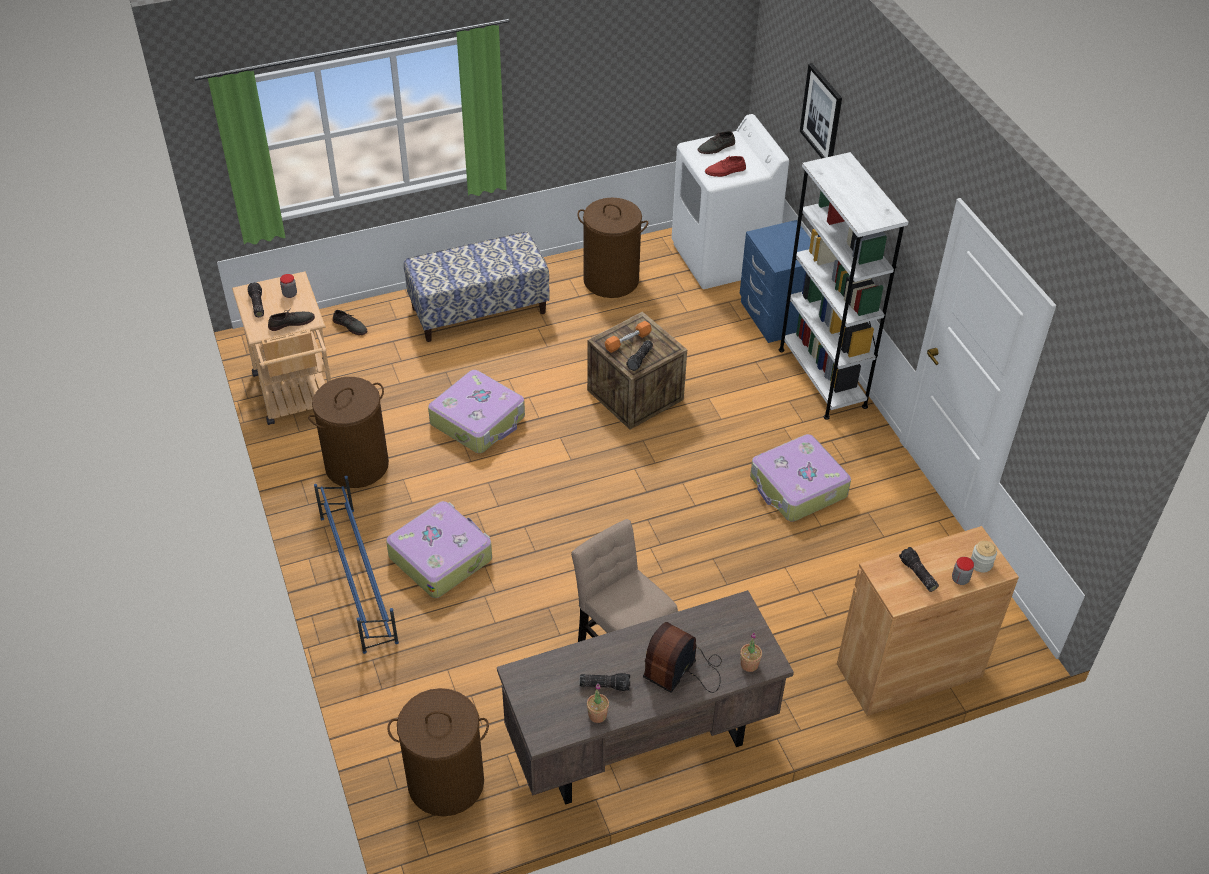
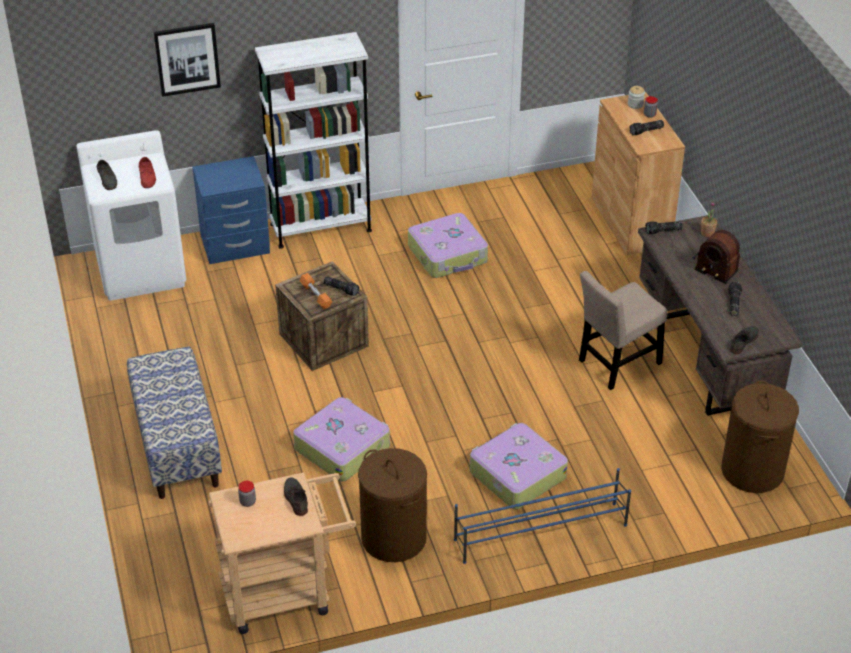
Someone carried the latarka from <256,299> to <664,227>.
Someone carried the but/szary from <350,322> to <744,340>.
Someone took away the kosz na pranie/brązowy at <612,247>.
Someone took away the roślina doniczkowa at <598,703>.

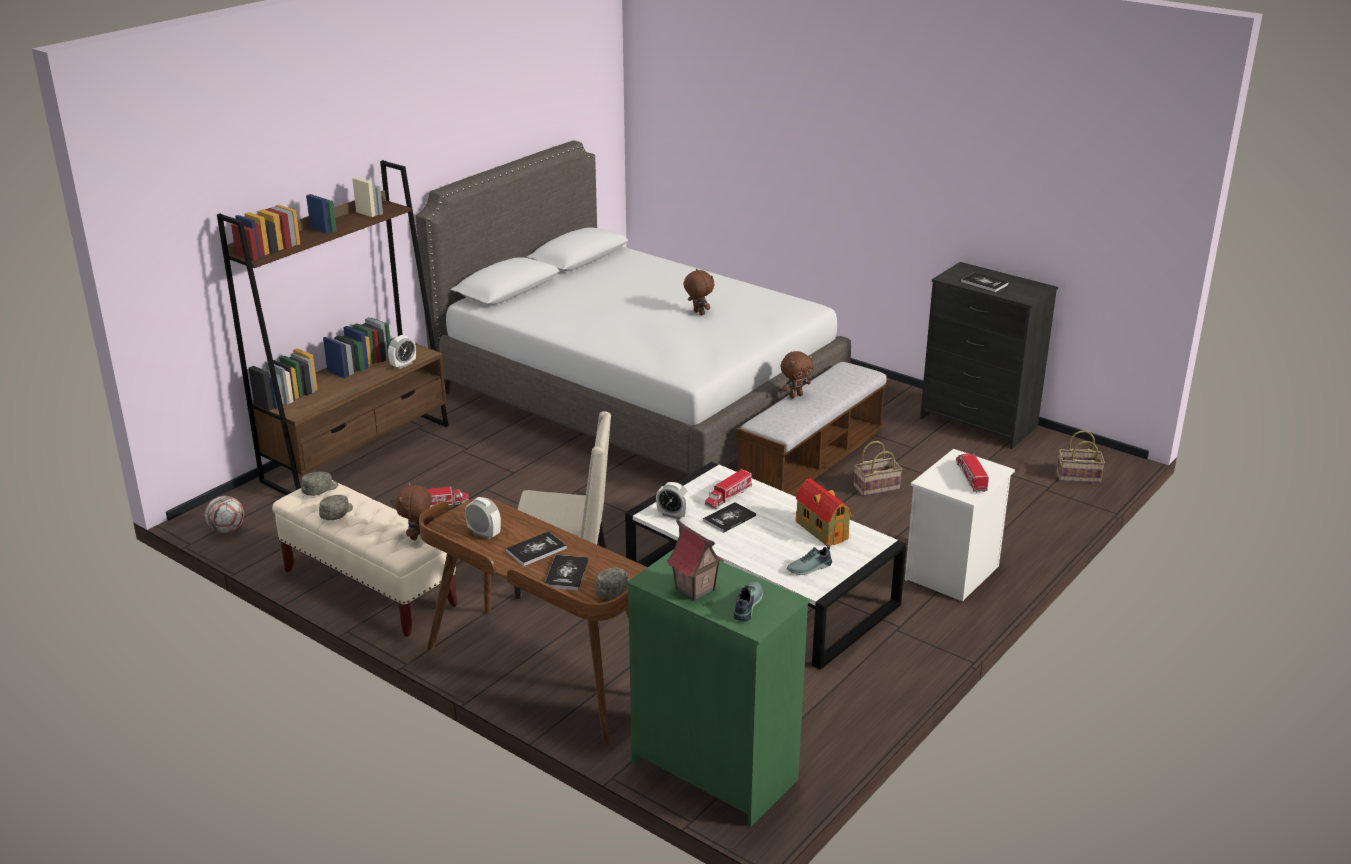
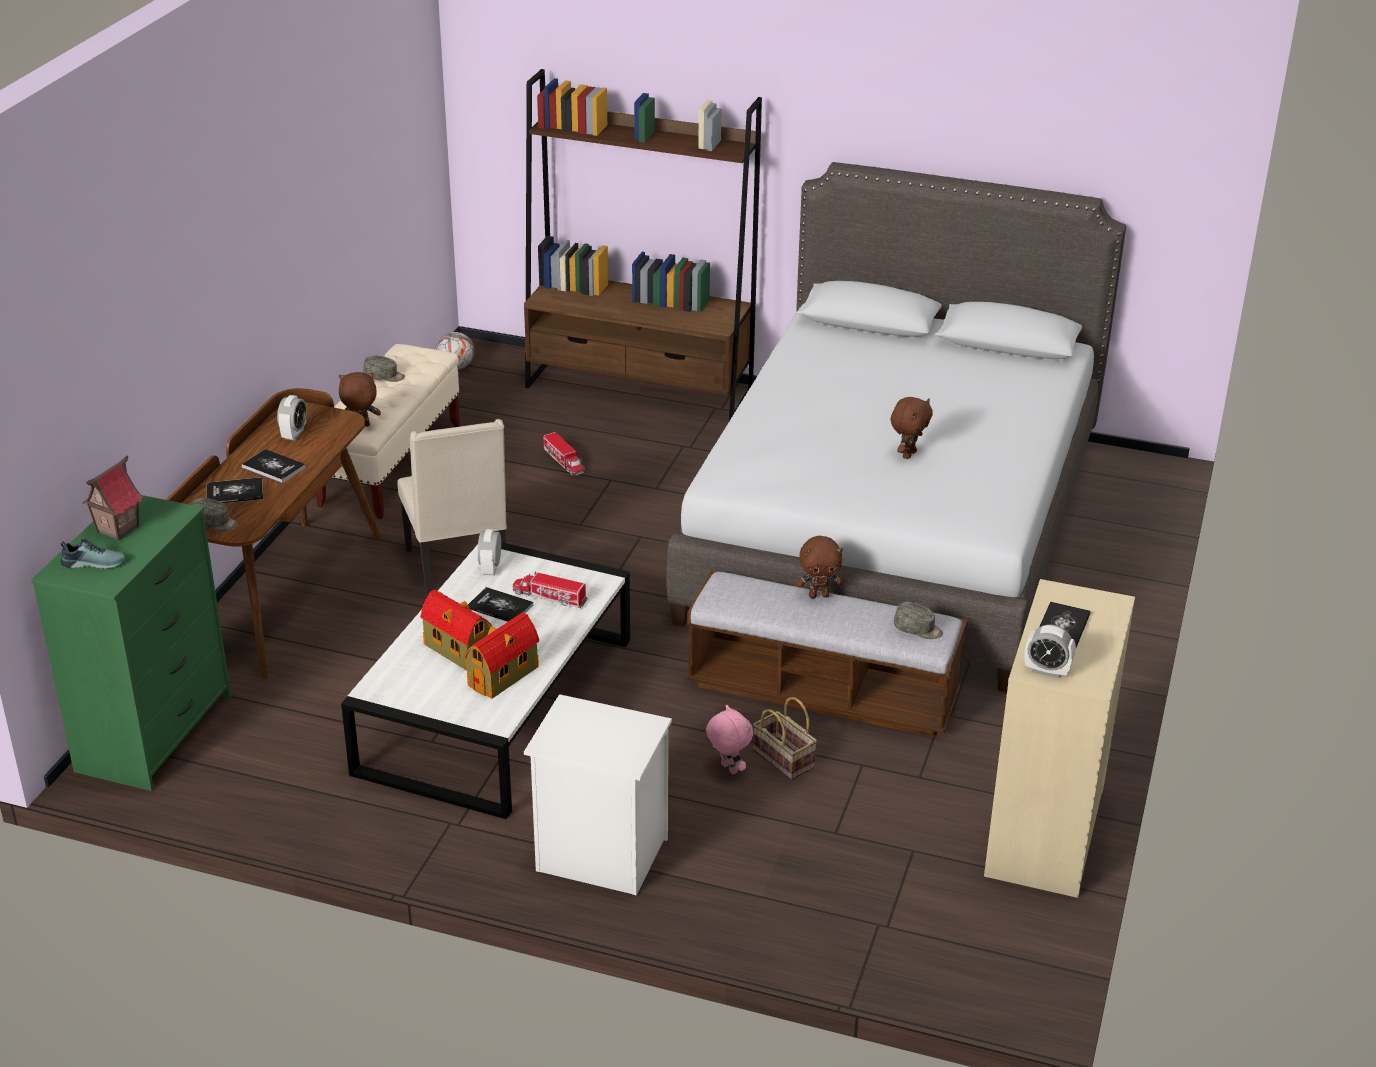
Someone put down the domek at <456,630>.
Someone put down the pluszak/różowy at <729,739>.
Someone rotated the pluszak/brązowy at <797,374> by 45 degrees counterclockwise.
Someone carried the czapka z daszkiem/szary from <320,484> to <918,620>.
Someone repainted the komoda/czarny at <989,355>, which became the komoda/beżowy at <1059,738>.
Someone carried the budzik from <402,352> to <1050,651>.
Someone took away the but at <809,560>.
Someone took away the ciężarówka zabawkowa at <972,473>.
Someone took away the koszyk at <1081,457>.

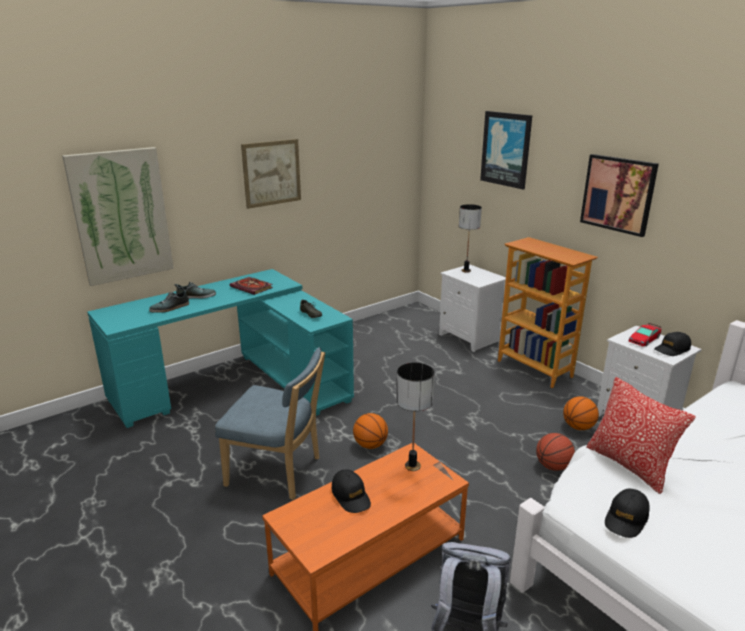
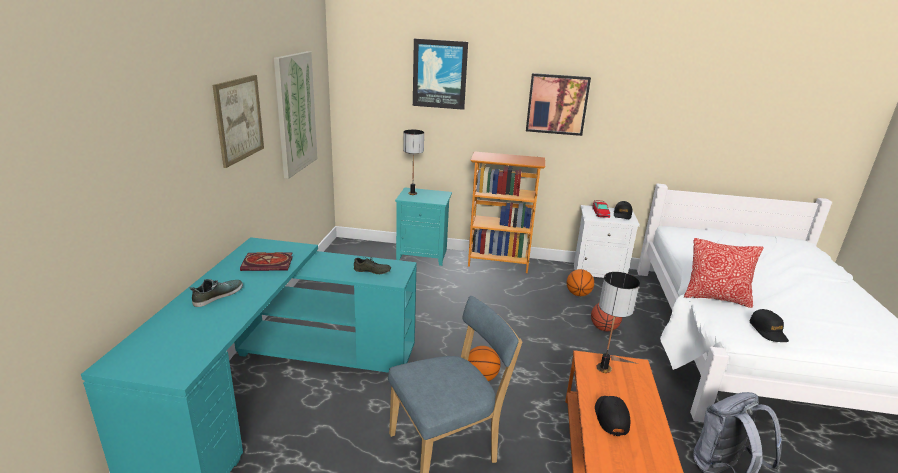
Someone carried the obraz from <118,216> to <296,115>.
Someone repainted the szafka nocna/biały at <472,308>, which became the szafka nocna/turkusowy at <423,226>.
Someone rotated the czapka z daszkiem/czarny at <351,491> by 105 degrees counterclockwise.
Someone took away the but at <169,301>.

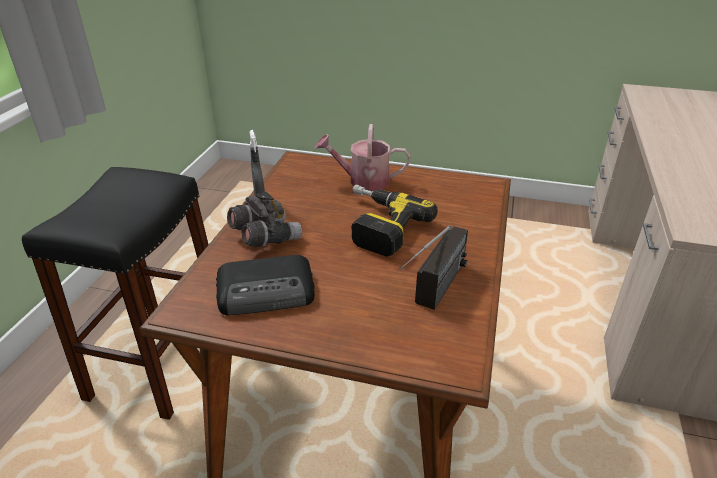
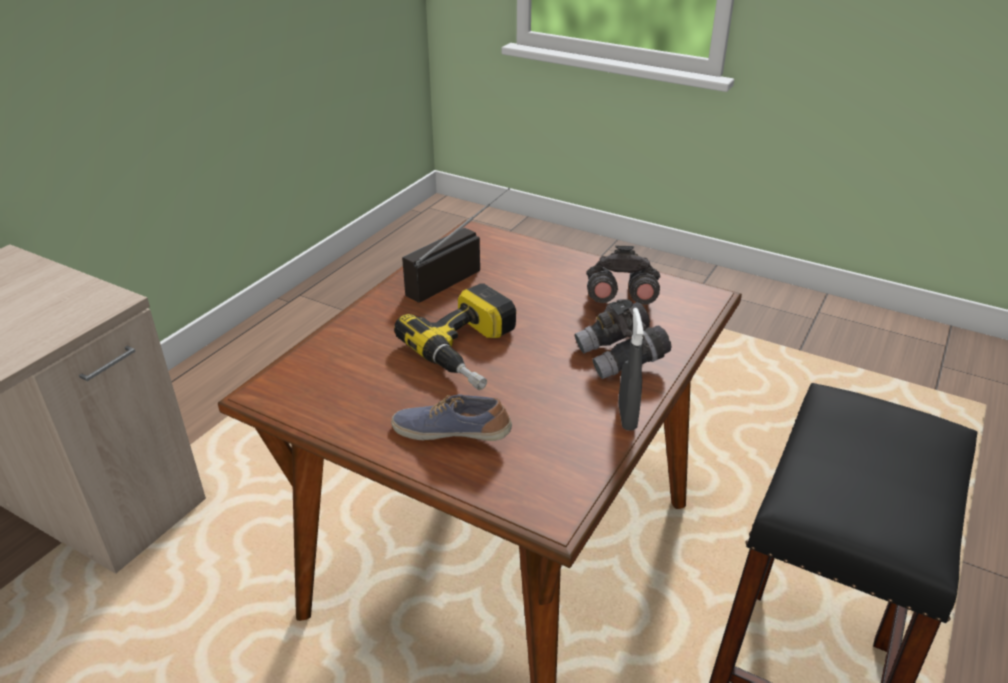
Someone swapped the konewka at <363,157> for the but at <451,417>.
Someone swapped the radio at <265,285> for the lornetka/szary at <623,275>.

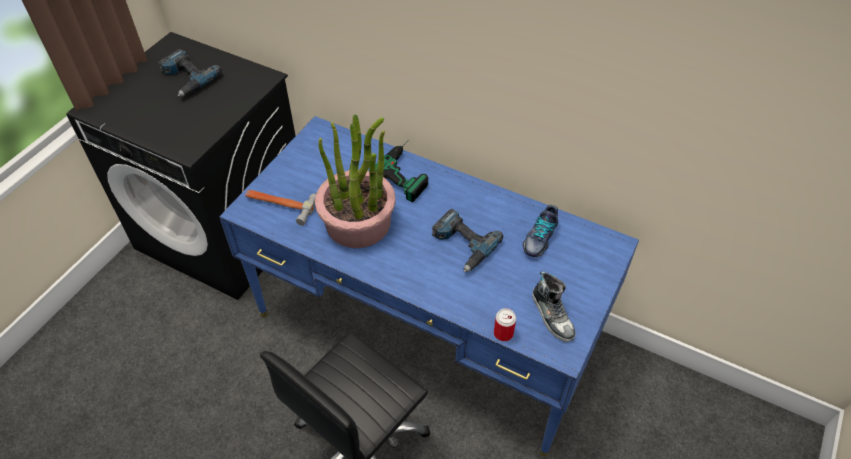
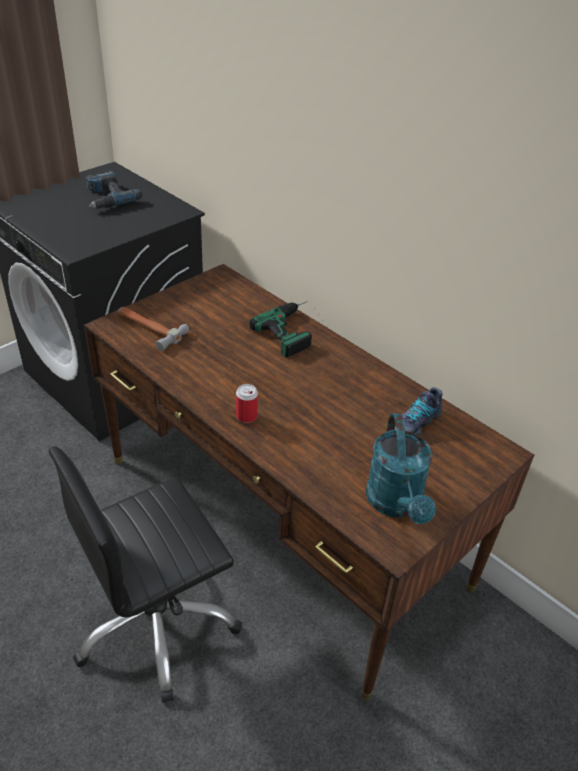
Someone repainted the biurko/niebieski at <429,286>, which became the biurko/brązowy at <309,482>.
Someone carried the puszka from <505,324> to <247,403>.
Someone swapped the but at <554,306> for the konewka/turkusowy at <401,468>.
Someone took away the roślina doniczkowa at <355,181>.
Someone took away the wiertarka at <467,240>.

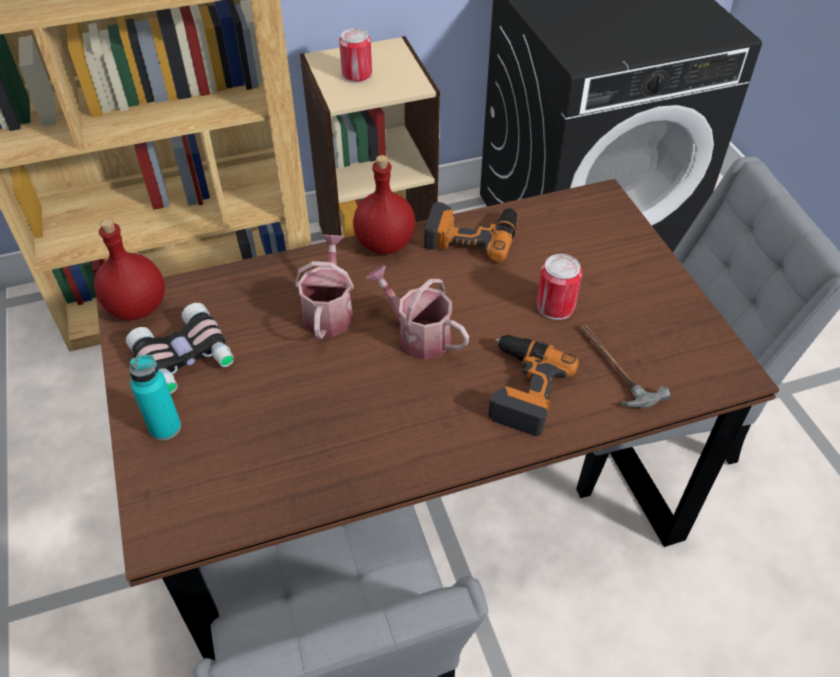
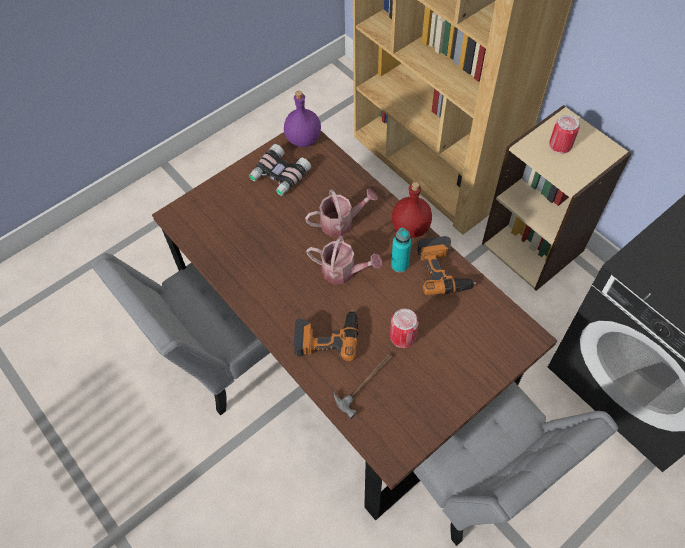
Someone repainted the butelka/czerwony at <129,269>, which became the butelka/fioletowy at <302,119>.
Someone rotated the konewka at <417,312> by 90 degrees clockwise.
Someone carried the butelka/turkusowy from <155,398> to <401,250>.

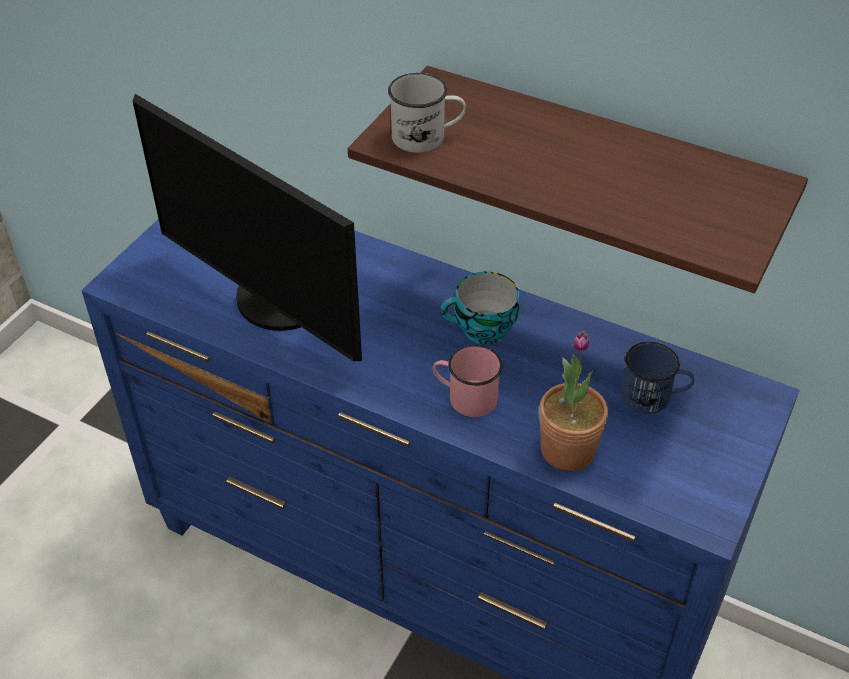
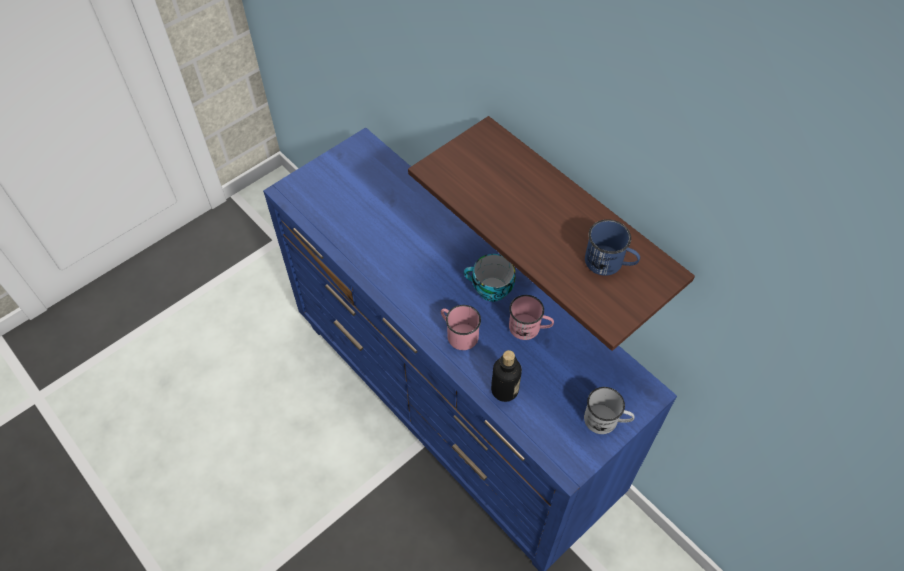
Someone swapped the roślina doniczkowa at <573,400> for the butelka at <506,376>.
Someone put down the kubek/różowy at <531,317>.
Someone carried the kubek/biały from <427,113> to <609,410>.
Someone carried the kubek/niebieski from <657,378> to <612,247>.
Someone took away the monitor at <247,227>.

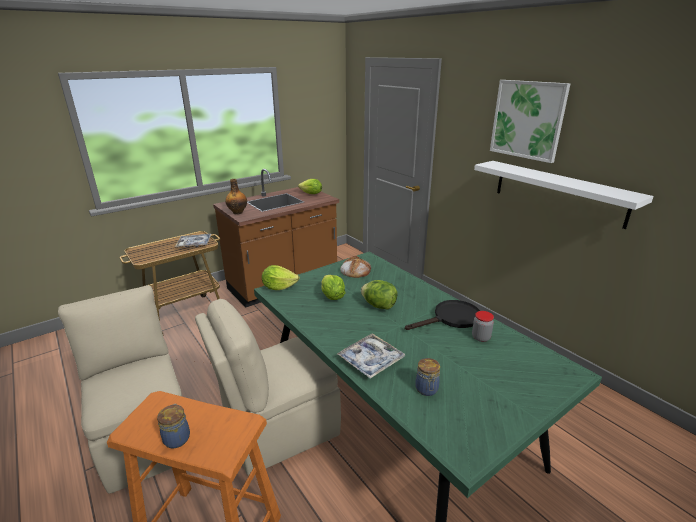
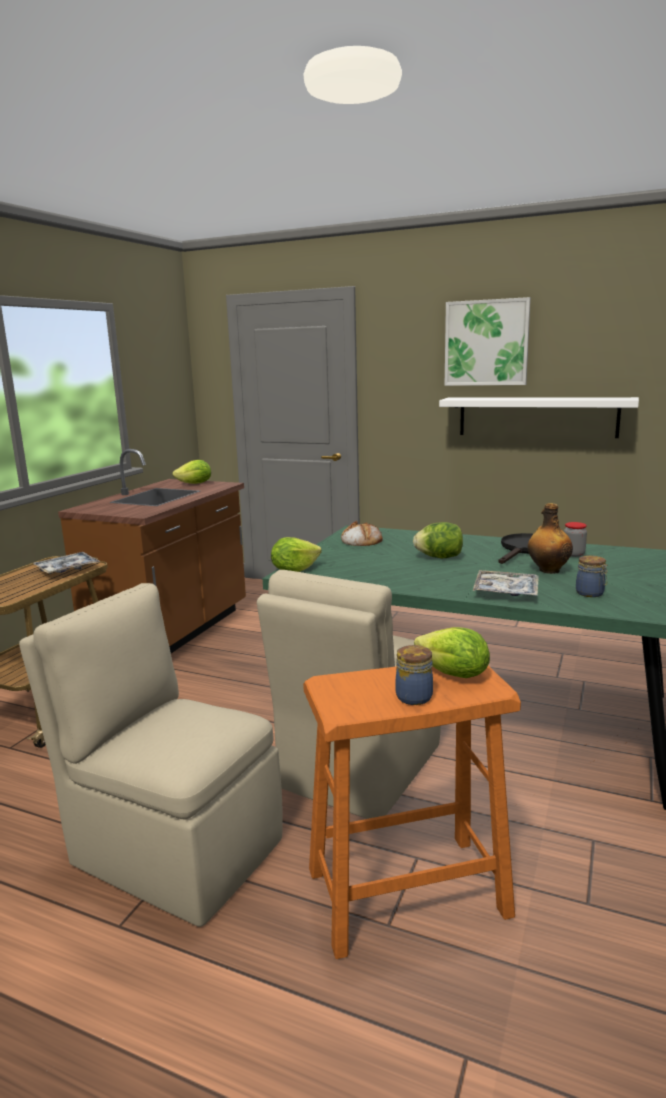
Someone carried the sałata from <333,287> to <452,652>.
Someone carried the butelka from <236,197> to <550,538>.

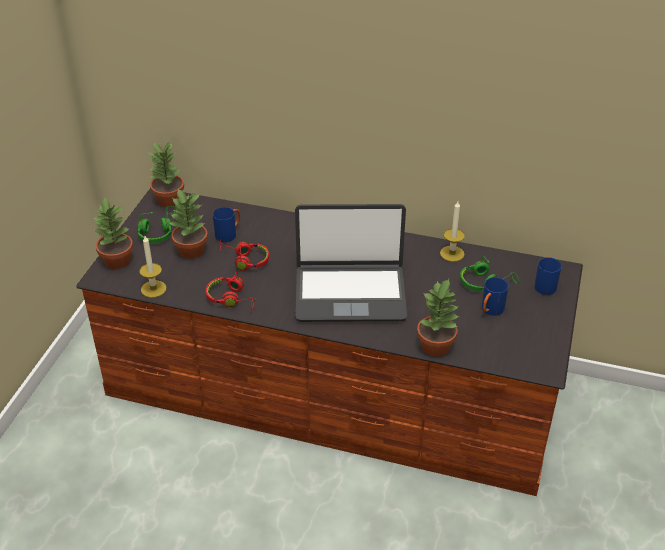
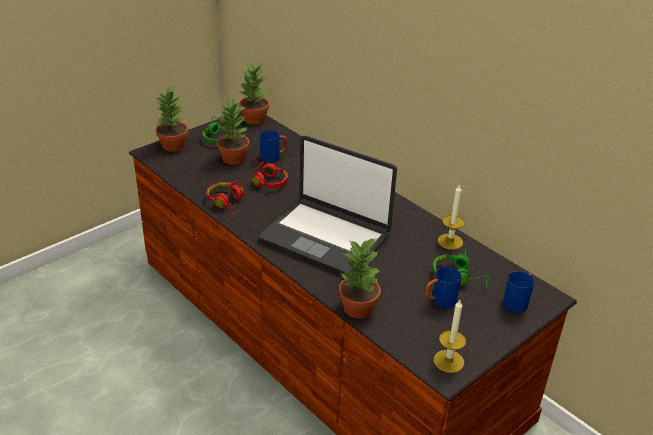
Someone carried the świeca from <153,267> to <450,336>.

